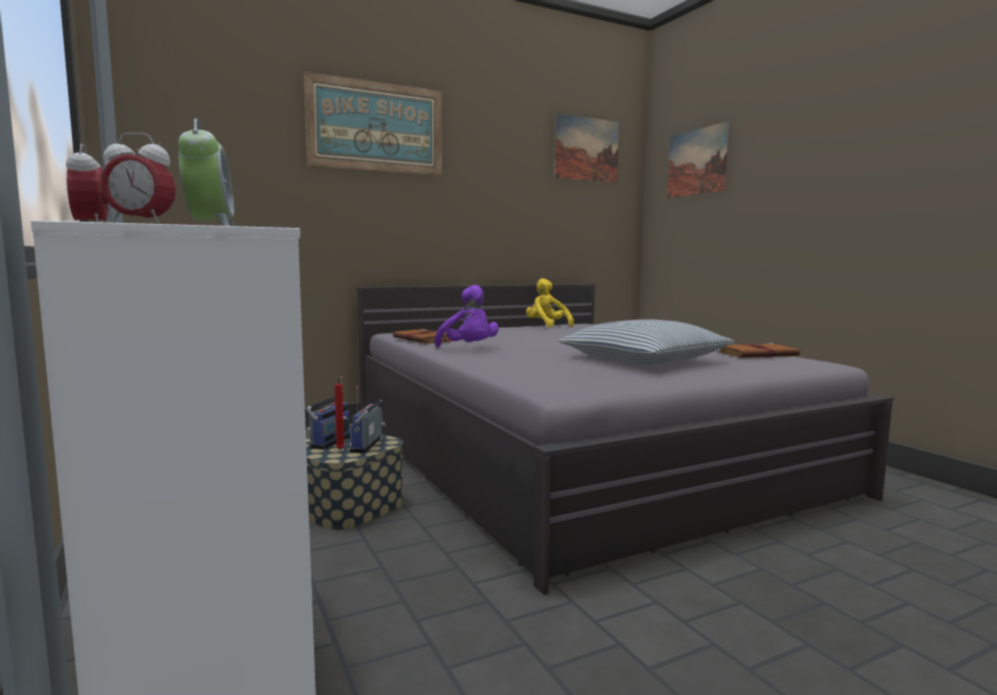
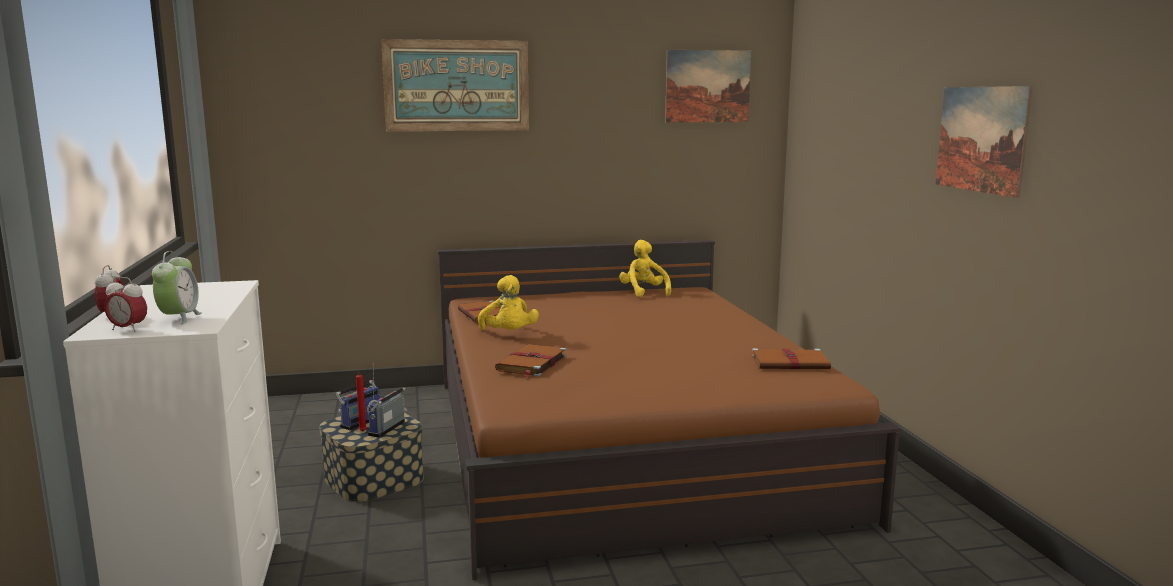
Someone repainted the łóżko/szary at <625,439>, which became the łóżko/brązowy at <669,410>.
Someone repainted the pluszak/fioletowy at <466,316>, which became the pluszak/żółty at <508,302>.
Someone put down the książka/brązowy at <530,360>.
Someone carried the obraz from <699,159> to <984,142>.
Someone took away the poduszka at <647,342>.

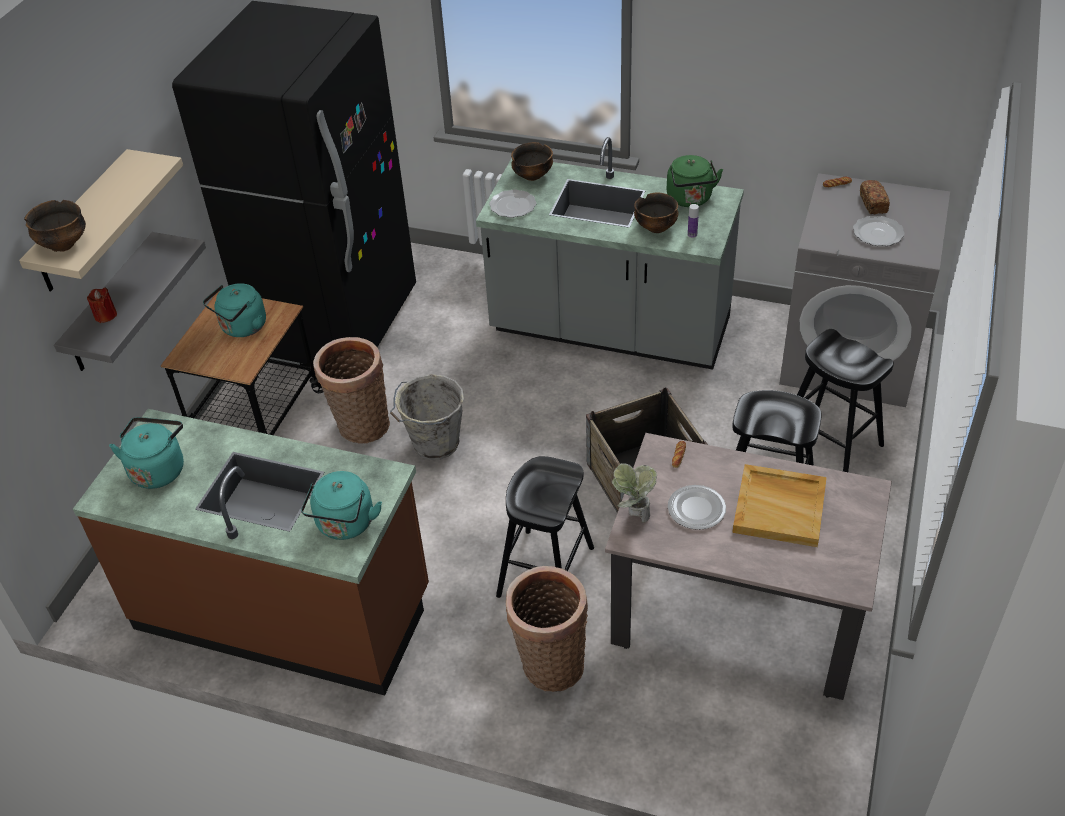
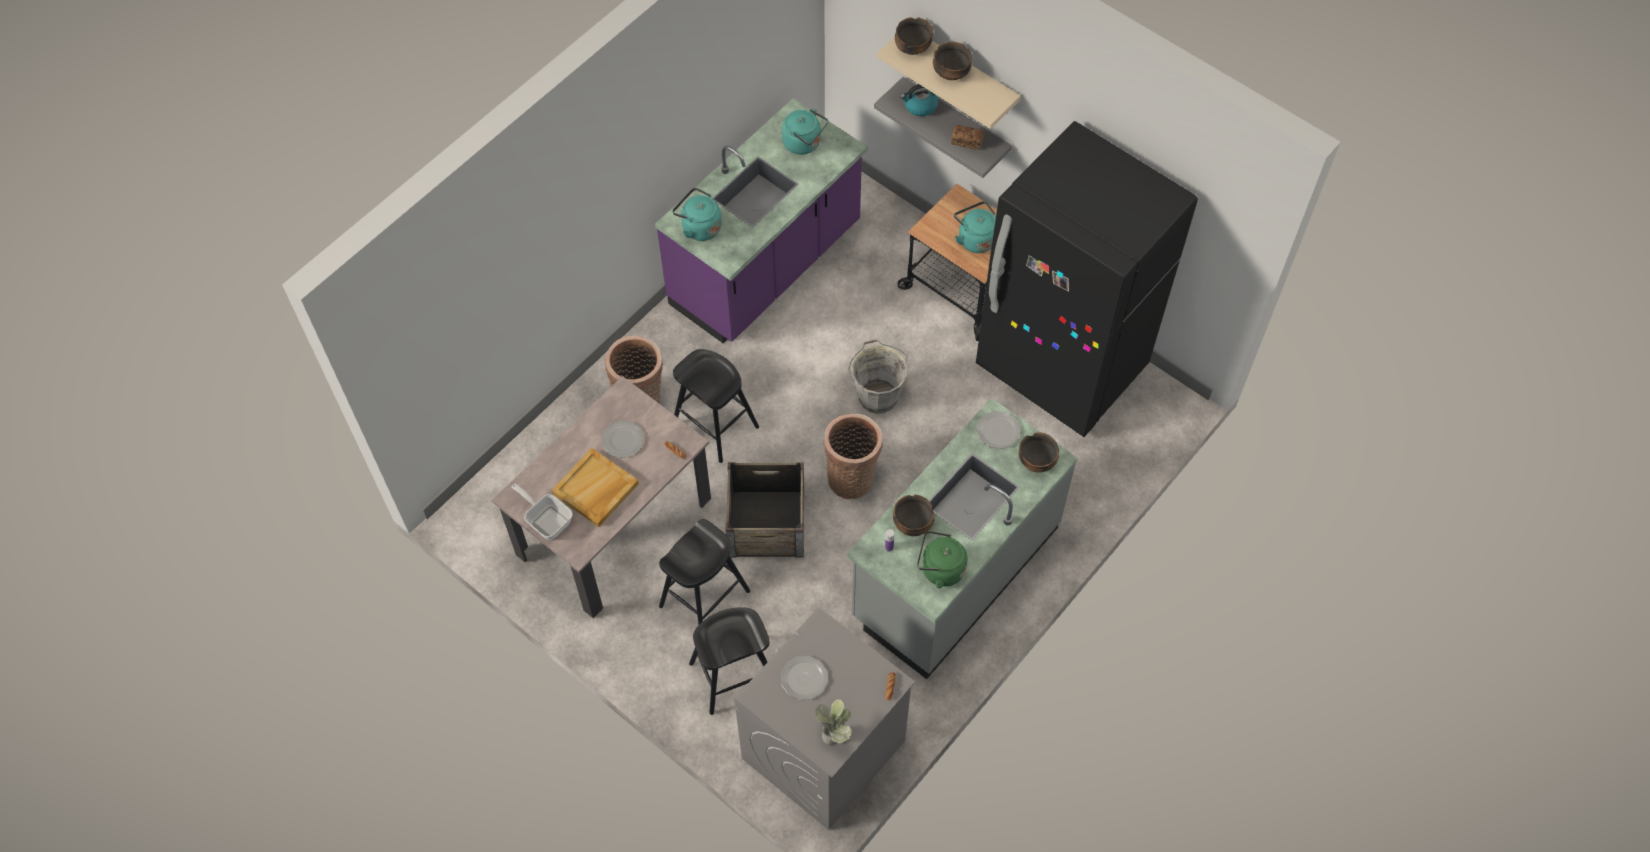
Someone put down the patelnia at <542,512>.
Someone repainted the zabudowa kuchenna/brązowy at <251,552>, which became the zabudowa kuchenna/fioletowy at <761,220>.
Someone carried the roślina doniczkowa from <634,493> to <833,722>.
Someone carried the koszyk from <351,390> to <853,456>.
Someone swapped the świeca/czerwony at <102,305> for the czajnik at <919,100>.
Someone put down the miska at <952,61>.
Someone carried the chleb from <875,197> to <967,137>.

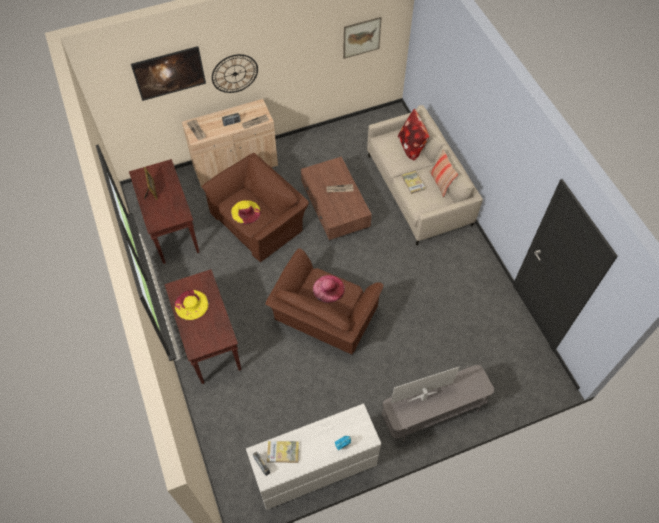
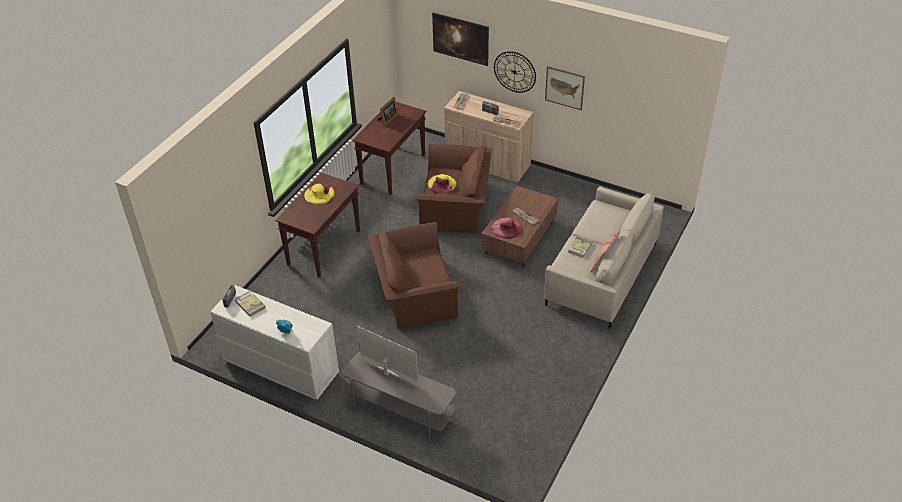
Someone carried the kapelusz/różowy from <329,289> to <507,228>.
Someone carried the obraz from <362,38> to <565,88>.
Someone took away the poduszka at <413,135>.

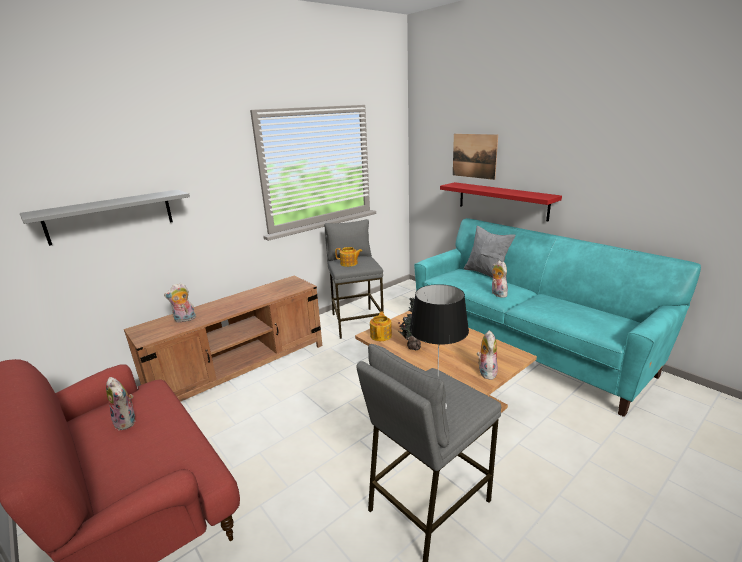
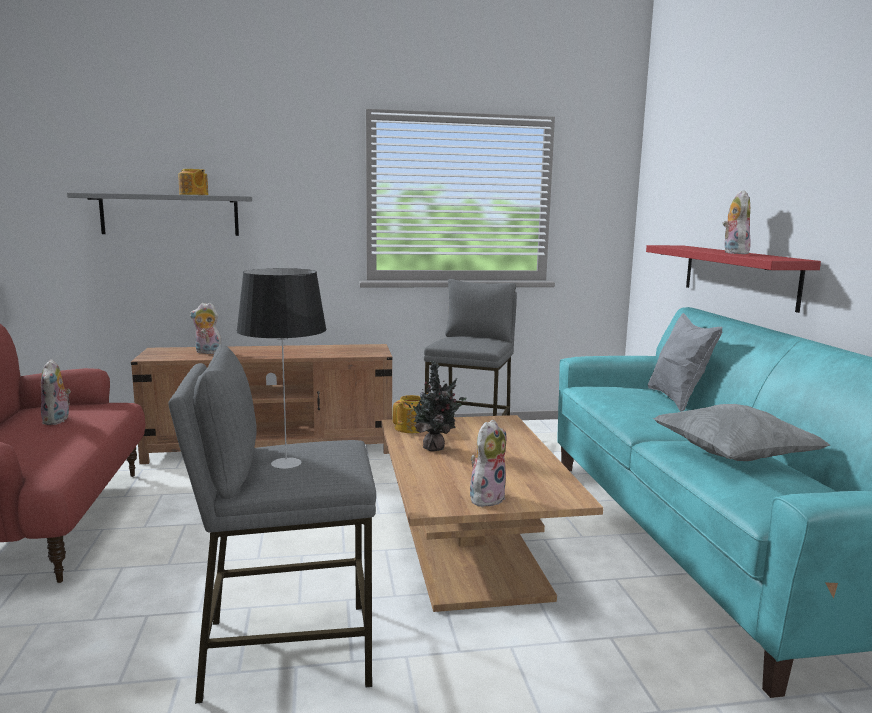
Someone carried the imbryk from <348,257> to <193,182>.
Someone put down the poduszka/szary at <741,432>.
Someone carried the pluszak from <500,279> to <737,222>.
Someone took away the obraz at <475,157>.

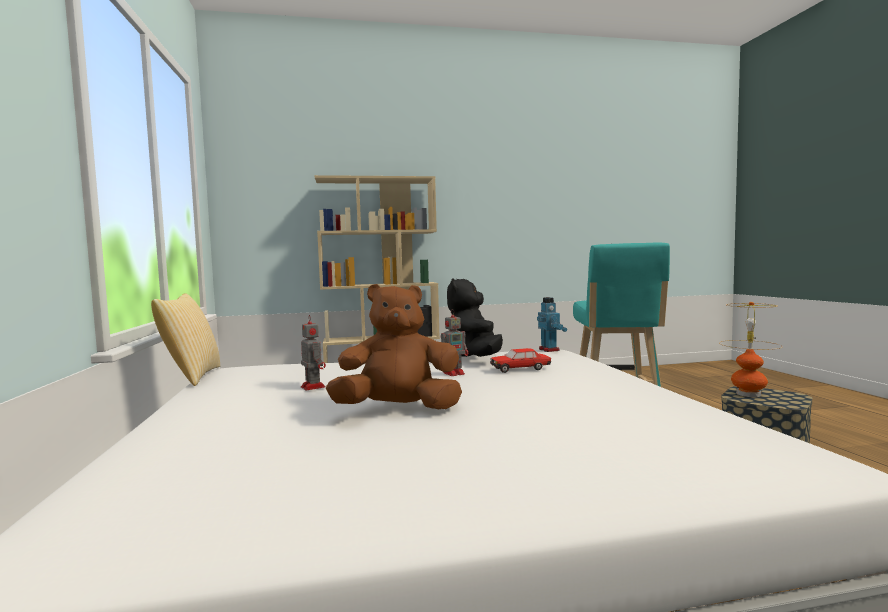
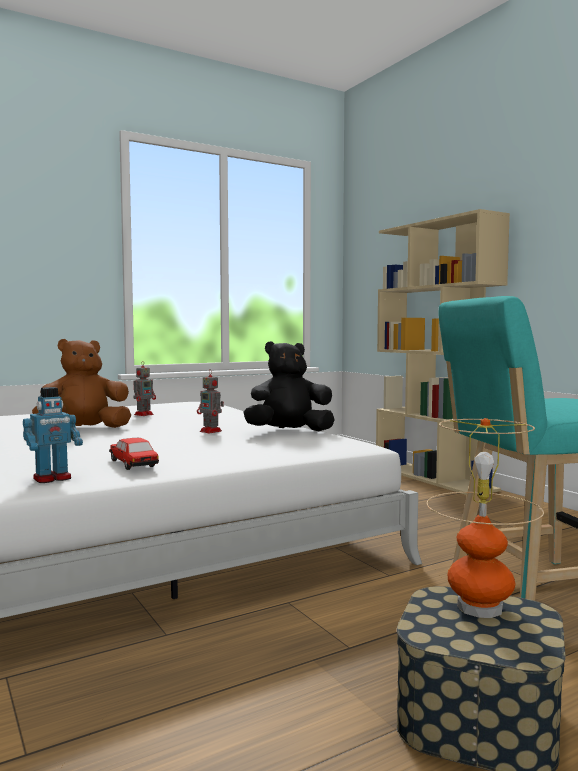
Someone carried the robot zabawkowy from <552,324> to <53,435>.
Someone rotated the pluszak/brązowy at <394,346> by 90 degrees counterclockwise.
Someone carried the samochodzik from <520,360> to <134,454>.
Someone took away the poduszka at <185,339>.

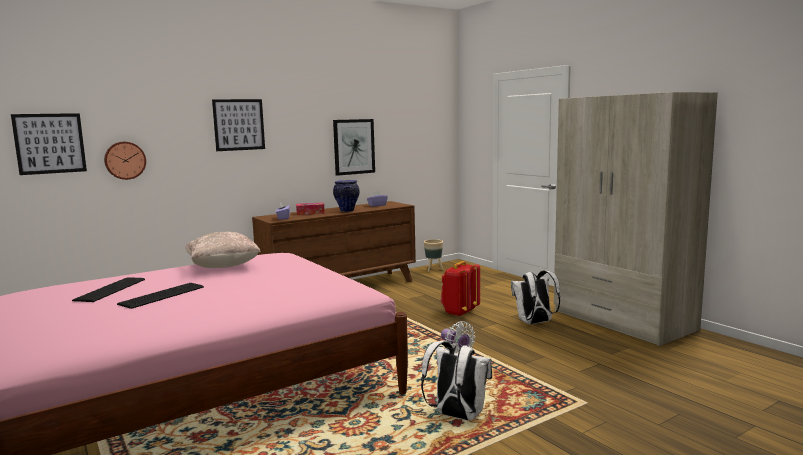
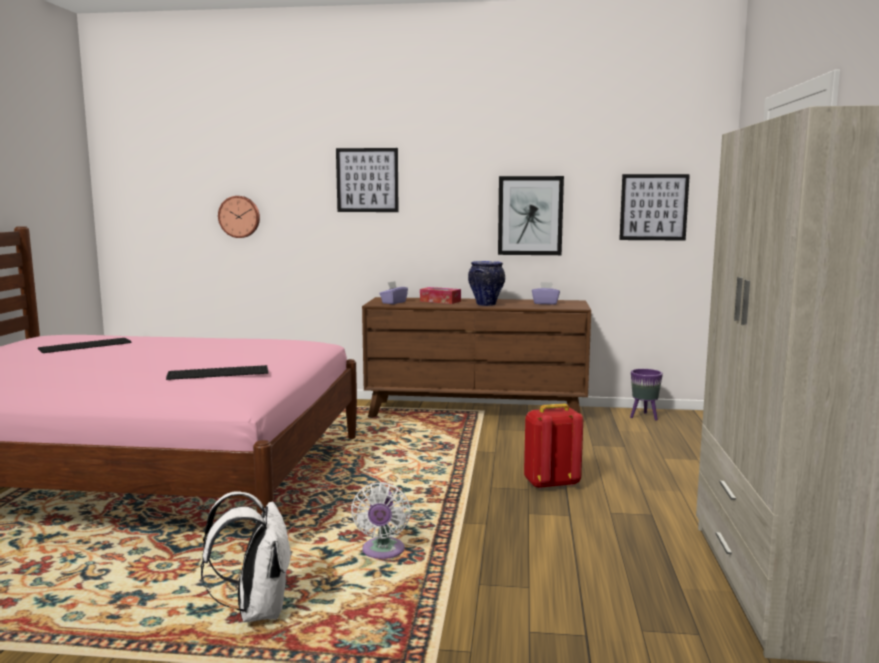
Someone carried the klawiatura from <160,296> to <217,372>.
Someone carried the obraz from <49,144> to <654,207>.
Someone repainted the donica/beżowy at <433,255>, which became the donica/fioletowy at <646,395>.
Someone took away the poduszka/beżowy at <223,250>.
Someone took away the plecak/biały at <535,297>.

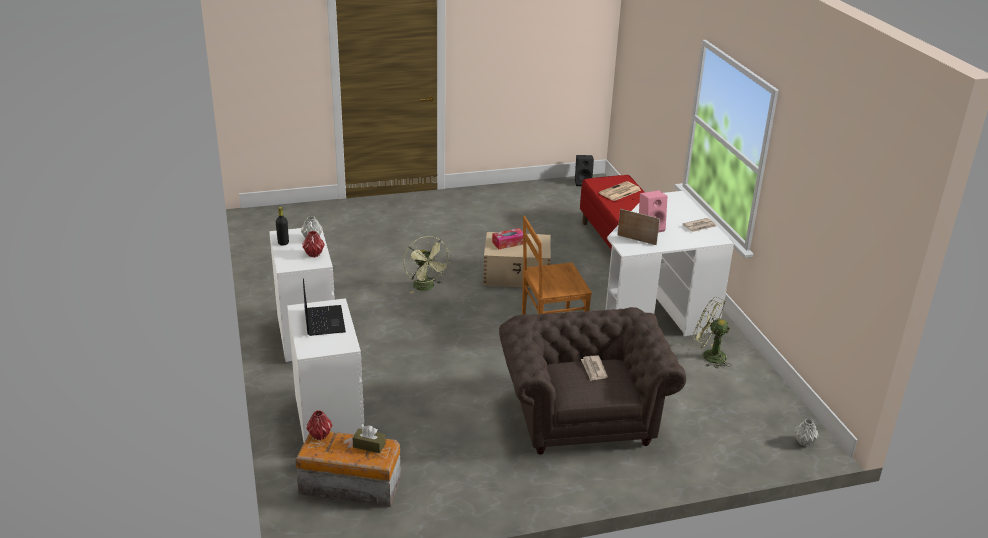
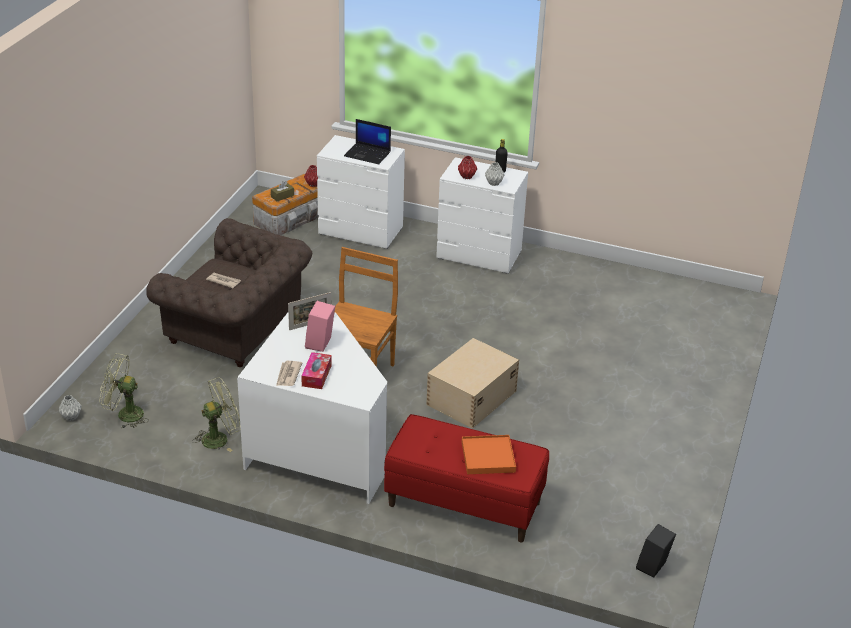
Someone carried the wentylator/zielony from <427,265> to <124,391>.
Someone carried the pudełko chusteczek from <507,238> to <316,370>.
Someone swapped the gazeta at <620,191> for the taca/pomarańczowy at <489,454>.

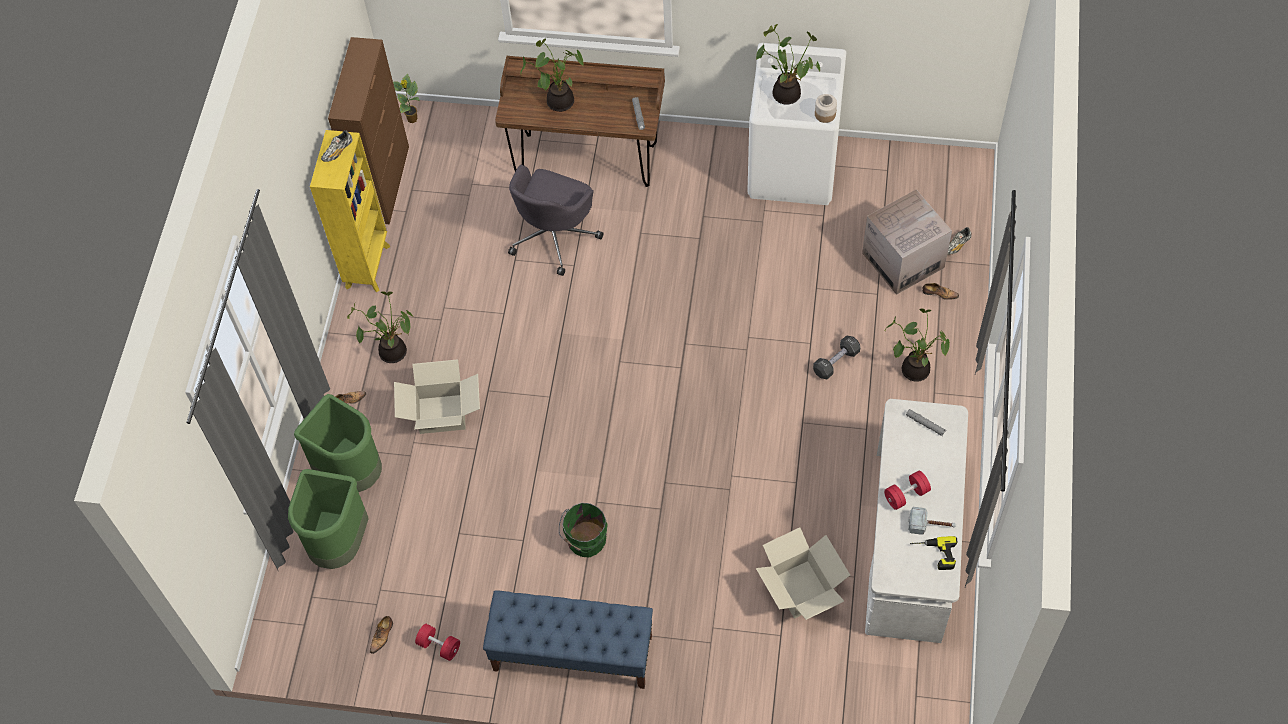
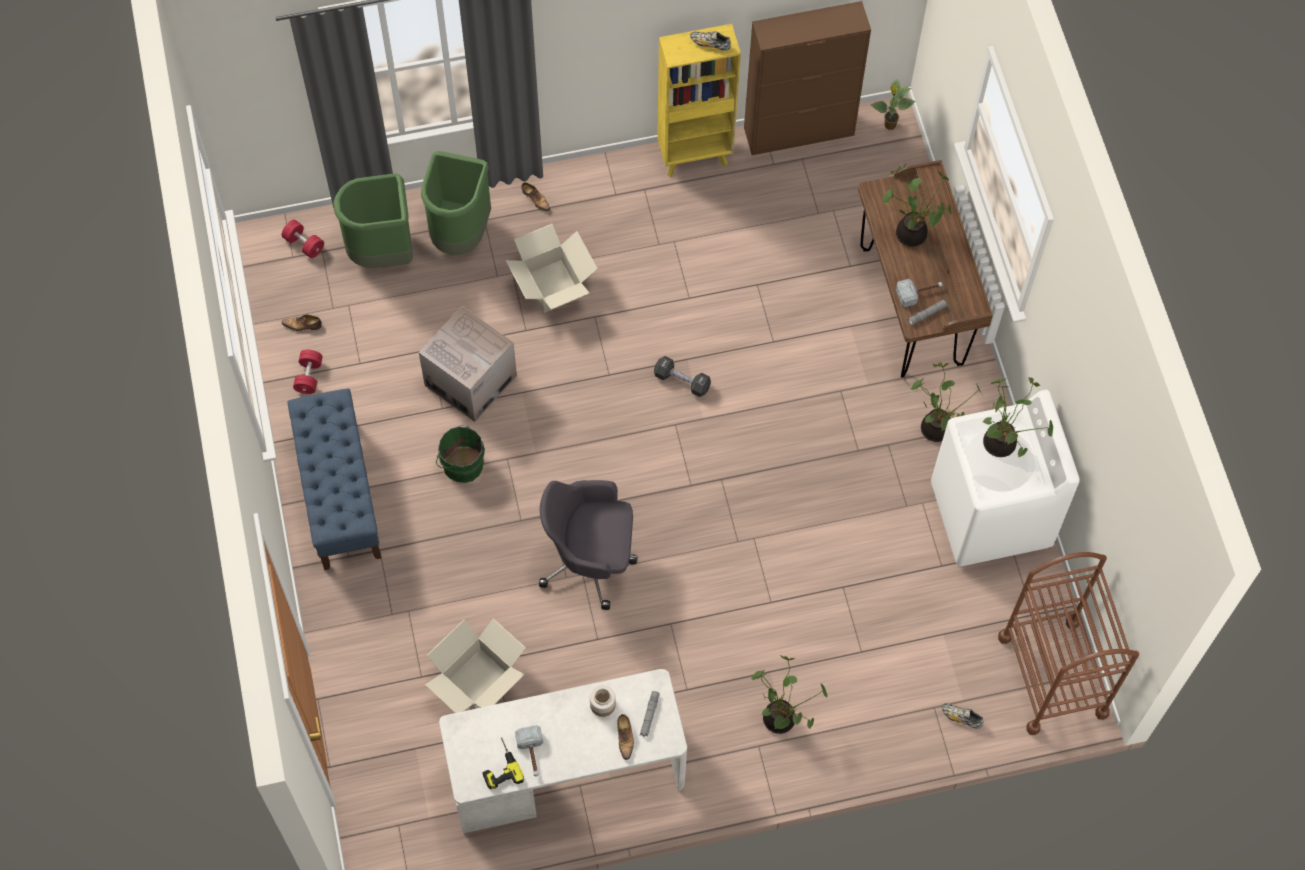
Someone carried the hantel/czerwony from <907,490> to <303,239>.
Someone carried the karton from <907,242> to <468,364>.
Someone carried the krzesło biurowe/szary from <556,220> to <588,545>.
Someone carried the słoik from <826,108> to <603,701>.
Someone carried the but from <940,291> to <625,737>.
Someone carried the hantel/czarny from <836,357> to <682,376>.
Someone put down the młotek at <919,293>.
Someone carried the roślina doniczkowa from <380,327> to <947,402>.
Someone put down the wózek/brązowy at <1068,643>.

